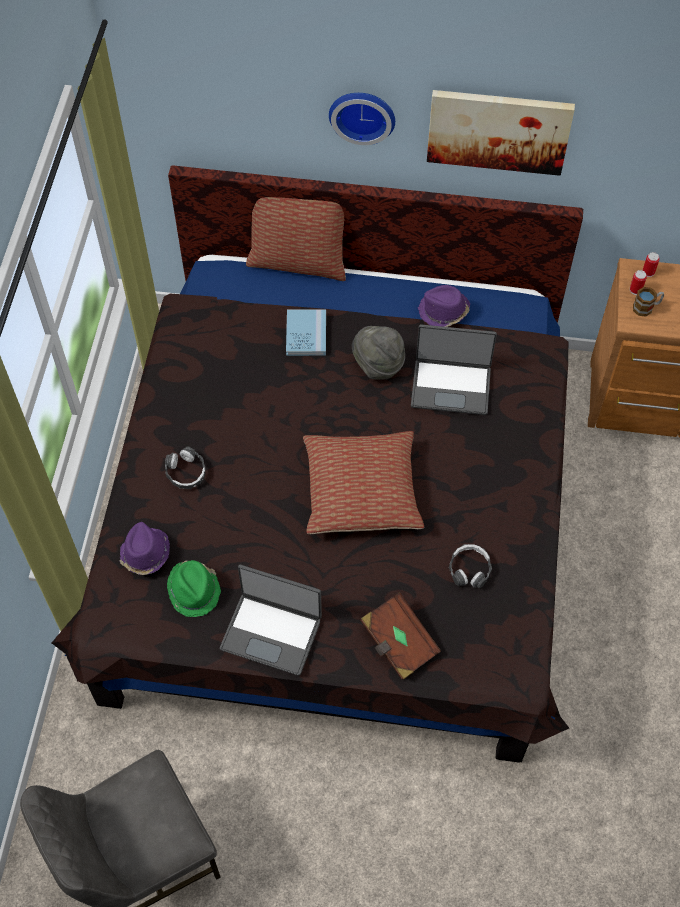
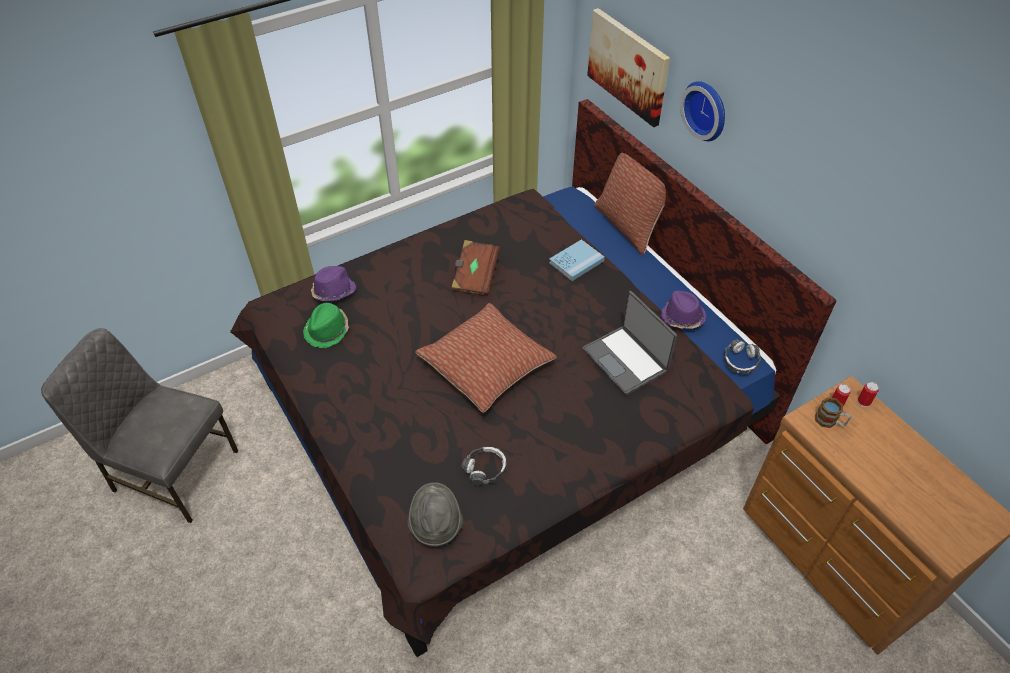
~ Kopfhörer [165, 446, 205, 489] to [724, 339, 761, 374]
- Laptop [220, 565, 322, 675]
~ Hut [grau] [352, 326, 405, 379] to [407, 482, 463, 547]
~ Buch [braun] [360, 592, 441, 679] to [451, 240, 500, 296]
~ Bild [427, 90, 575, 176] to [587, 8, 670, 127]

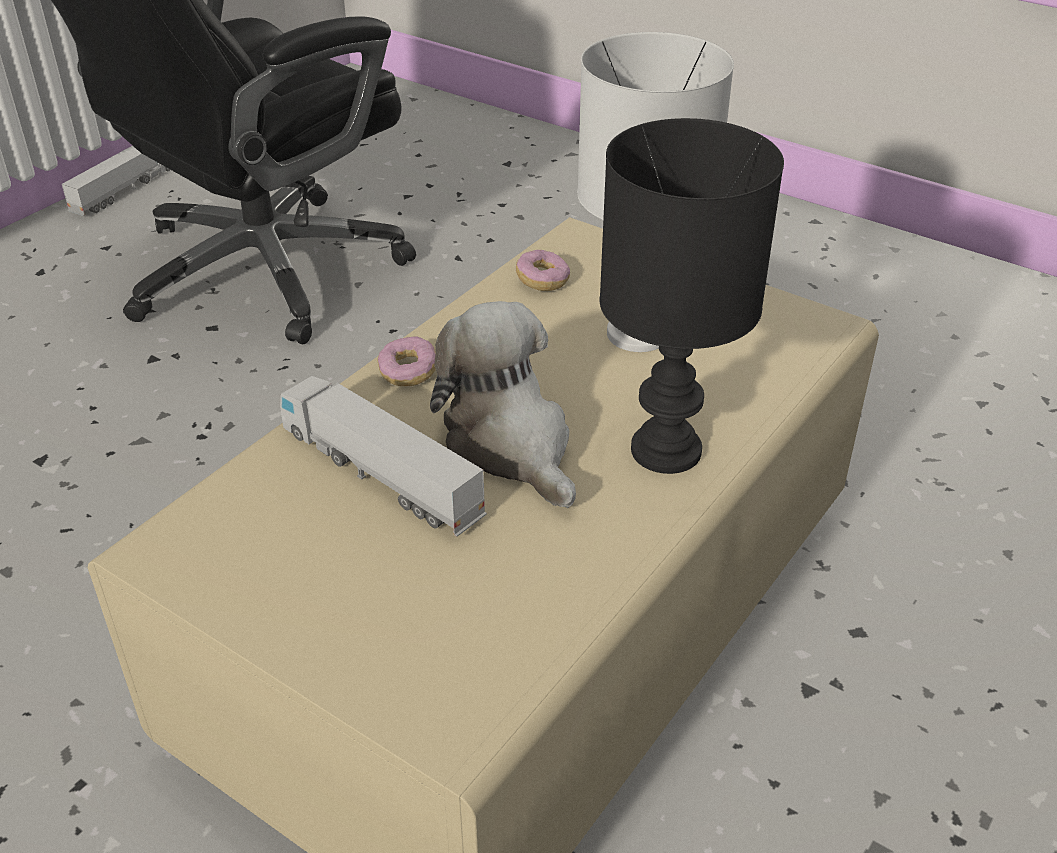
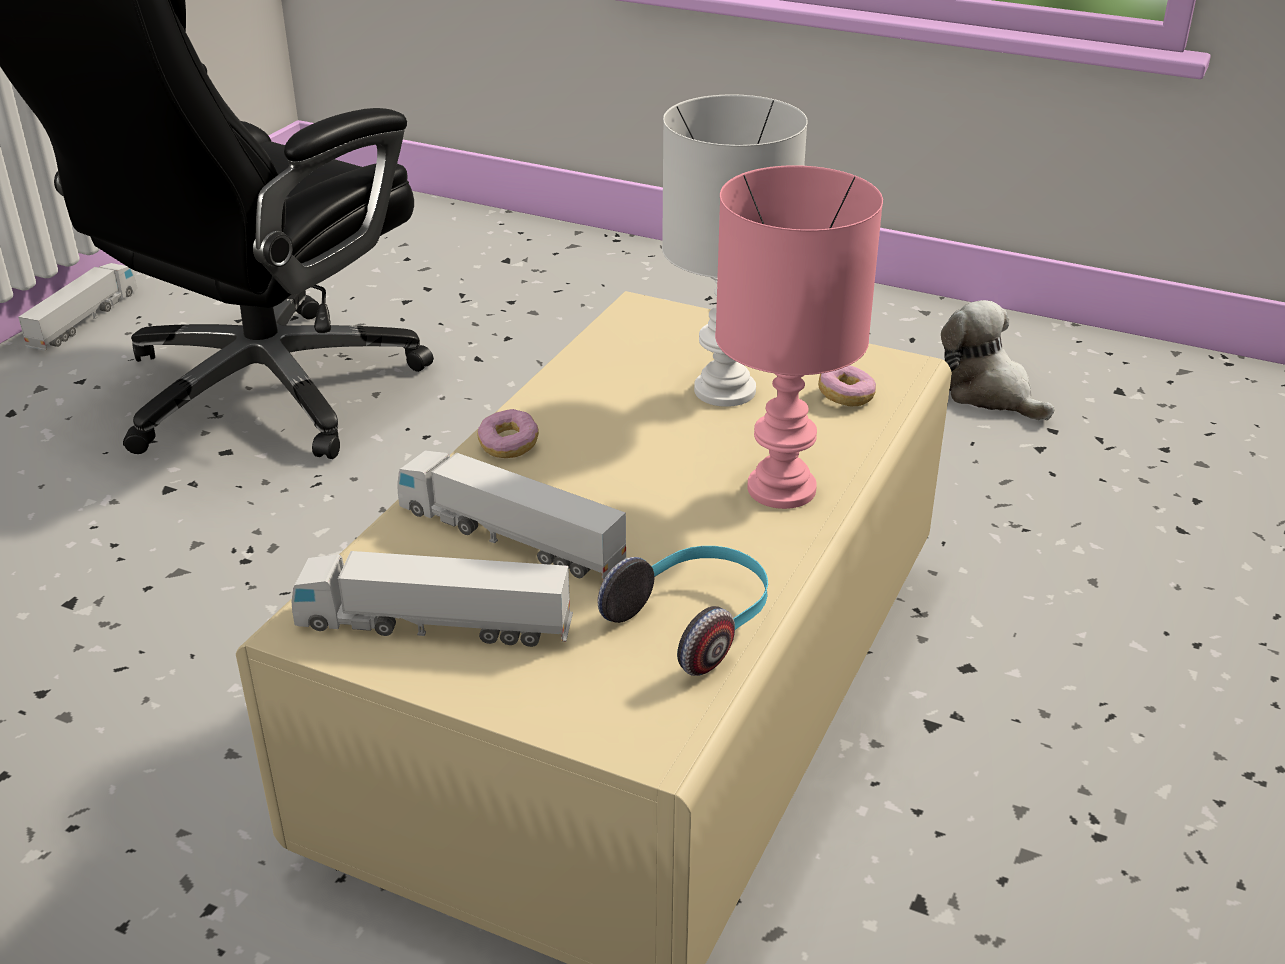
~ Plüschtier [430, 301, 576, 509] to [941, 300, 1055, 420]
~ Donut [516, 250, 570, 291] to [818, 365, 876, 406]
~ Tischlampe [schwarz] [600, 118, 784, 474] to Tischlampe [rosa] [715, 165, 883, 509]
+ Spielzeuglaster [292, 551, 573, 647]
+ Kopfhörer [598, 546, 768, 676]

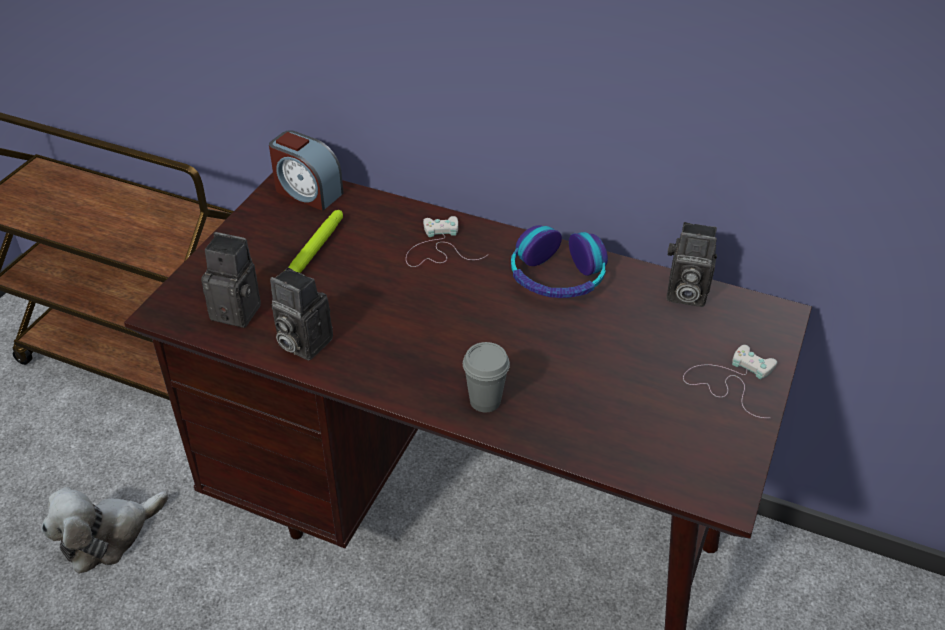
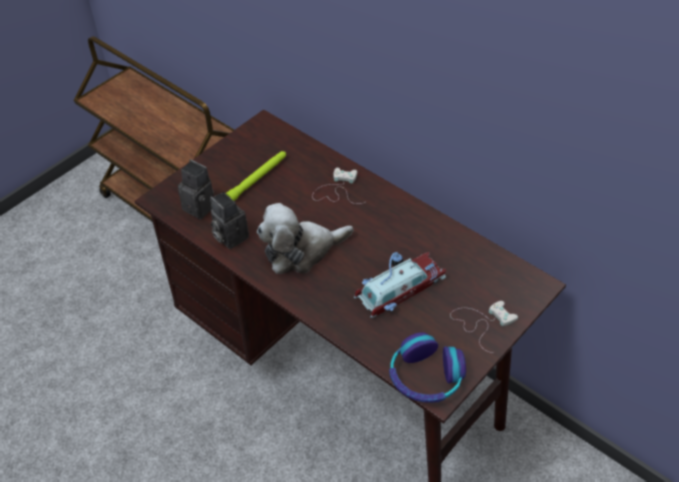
~ Plüschtier [41, 487, 169, 574] to [257, 203, 353, 274]
- Wecker [269, 130, 343, 211]
- Tasse [grau] [463, 342, 510, 412]
~ Kopfhörer [511, 225, 608, 298] to [389, 332, 466, 403]
- Kamera [666, 222, 717, 307]
+ Spielzeugauto [354, 252, 446, 318]

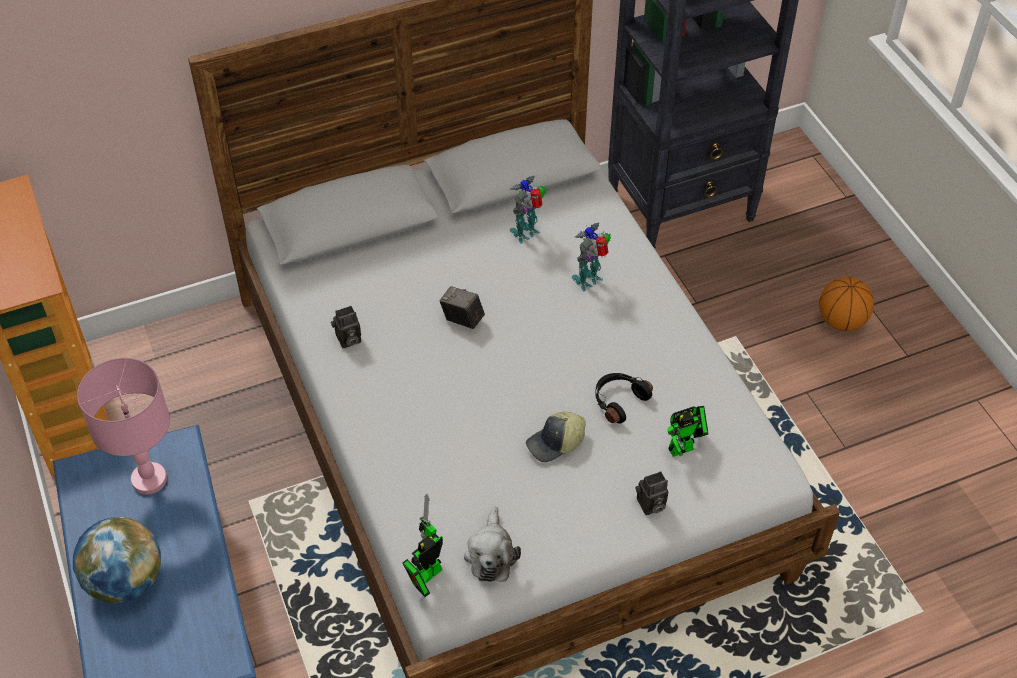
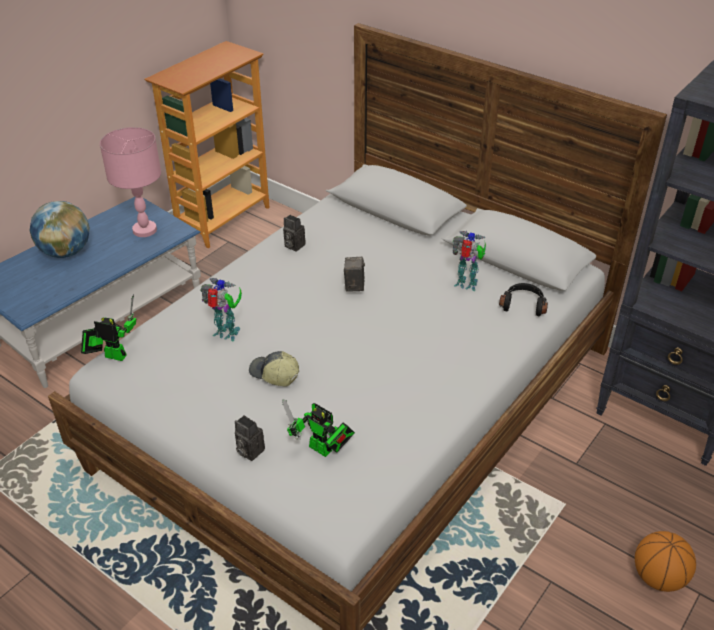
- Plüschtier [464, 506, 521, 582]
~ Spielzeugroboter [571, 222, 612, 292] to [200, 278, 242, 341]
~ Kopfhörer [schwarz] [595, 373, 653, 424] to [499, 283, 548, 316]

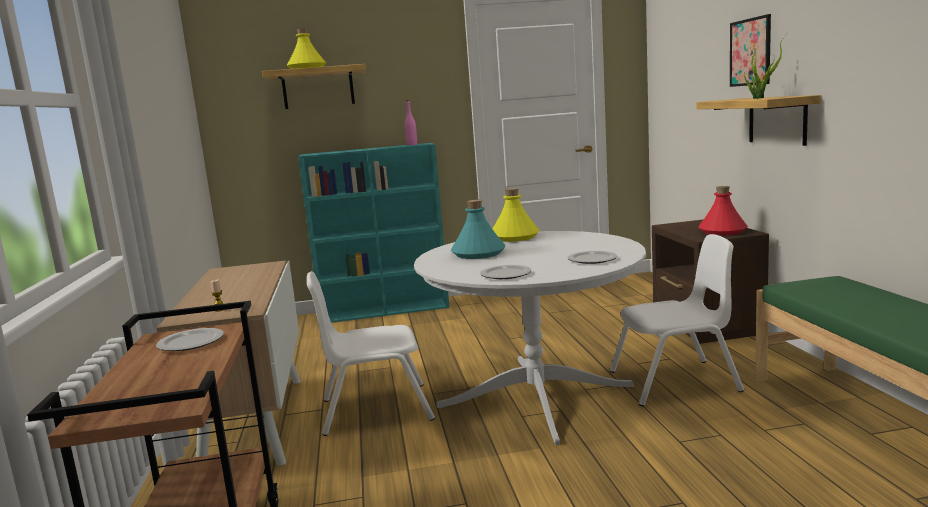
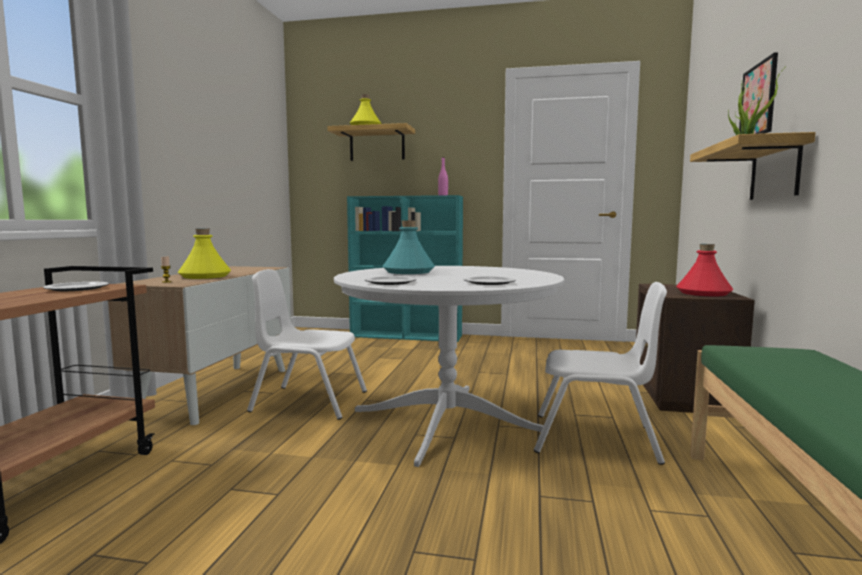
~ Flasche [gelb] [492, 188, 540, 242] to [178, 228, 231, 279]

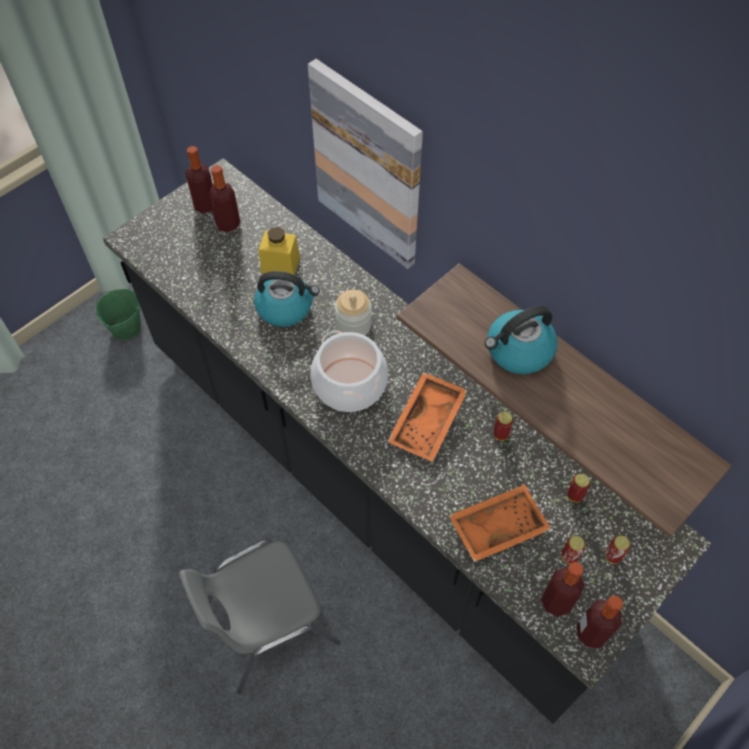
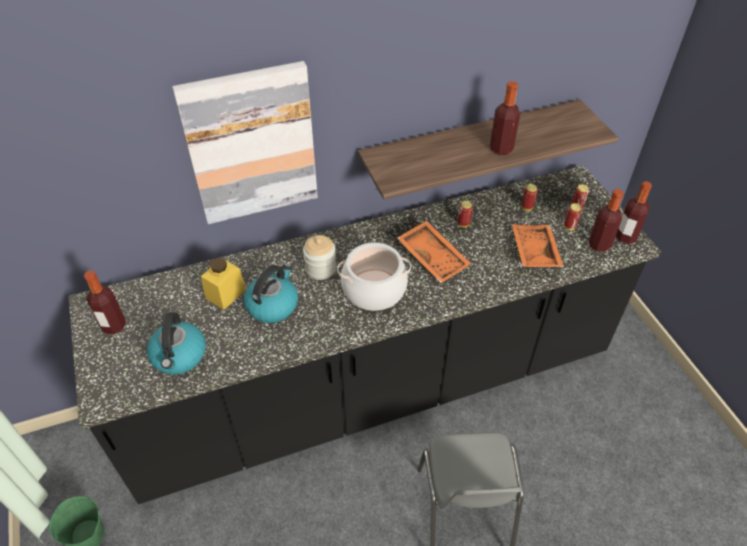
~ Flasche [209, 165, 240, 232] to [490, 81, 520, 155]
~ Wasserkessel [485, 306, 558, 374] to [147, 312, 206, 375]

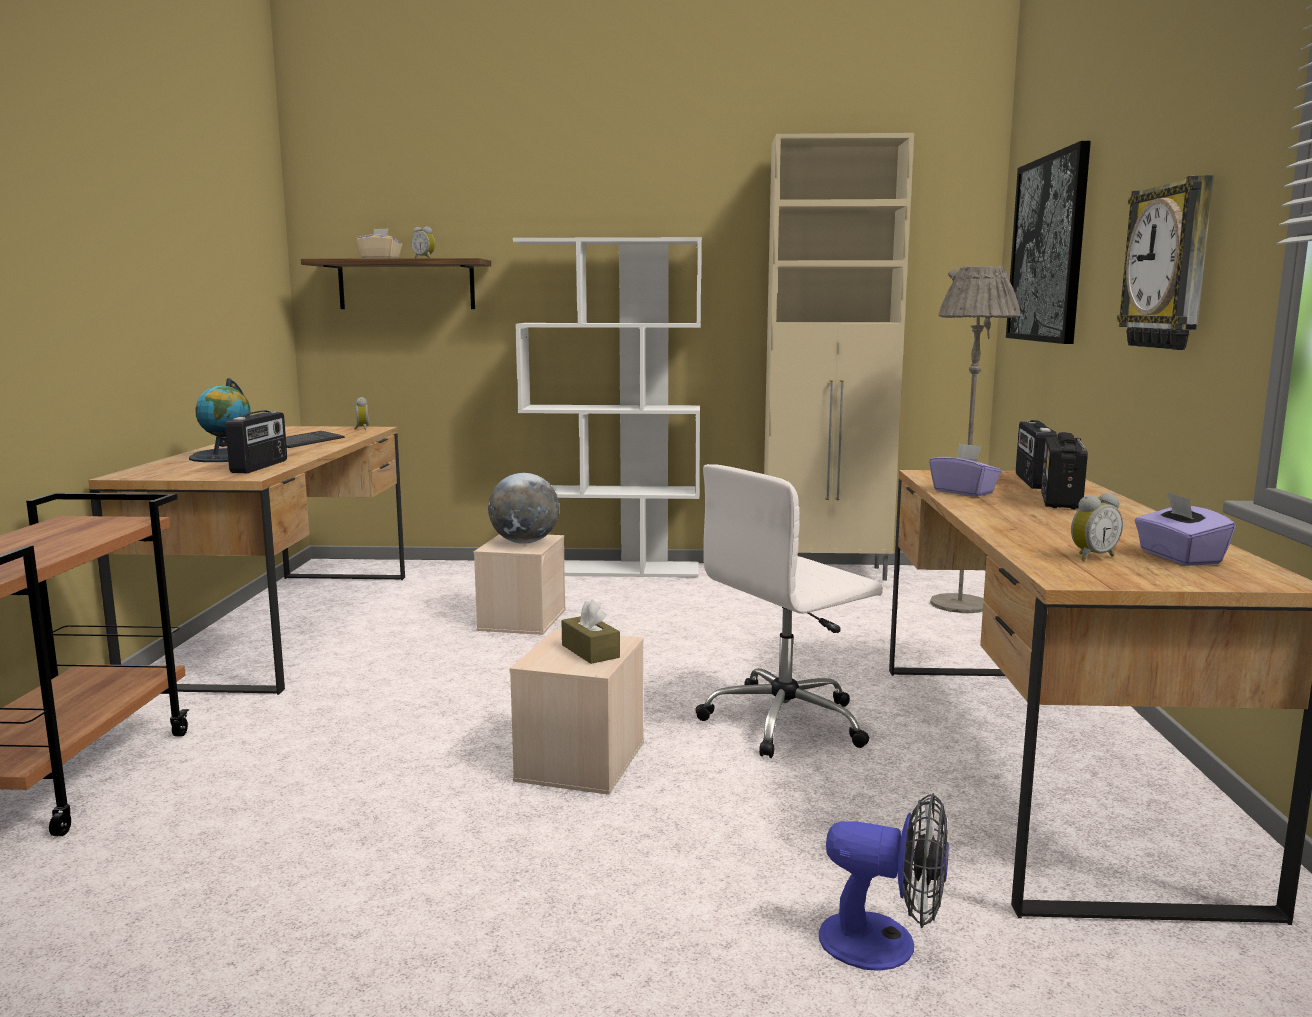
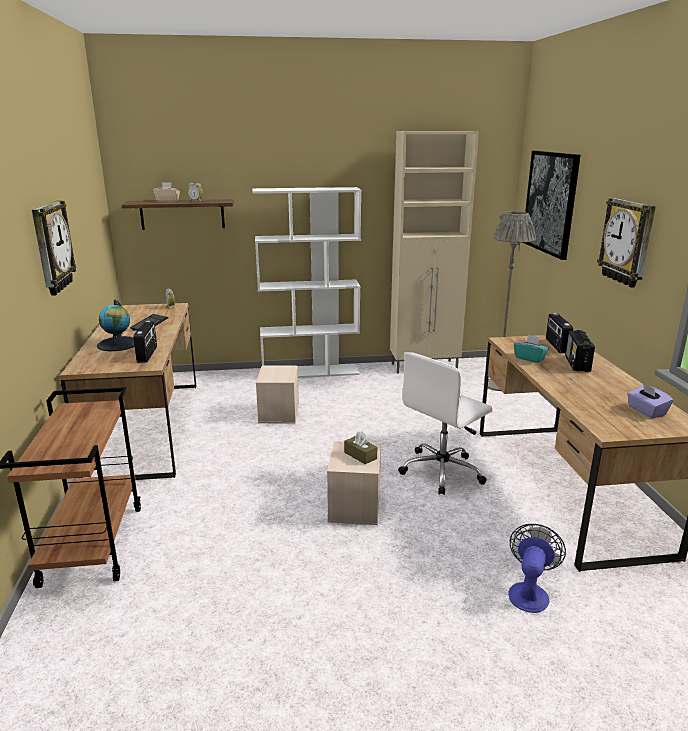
- Globus [488, 473, 559, 544]
~ Ventilator [819, 793, 949, 971] = [508, 524, 566, 613] 75 degrees counterclockwise
~ Taschentuchbox [lila] [929, 443, 1001, 497] to Taschentuchbox [türkis] [514, 335, 549, 363]
- Wecker [1071, 493, 1123, 561]
+ Wanduhr [32, 200, 77, 296]

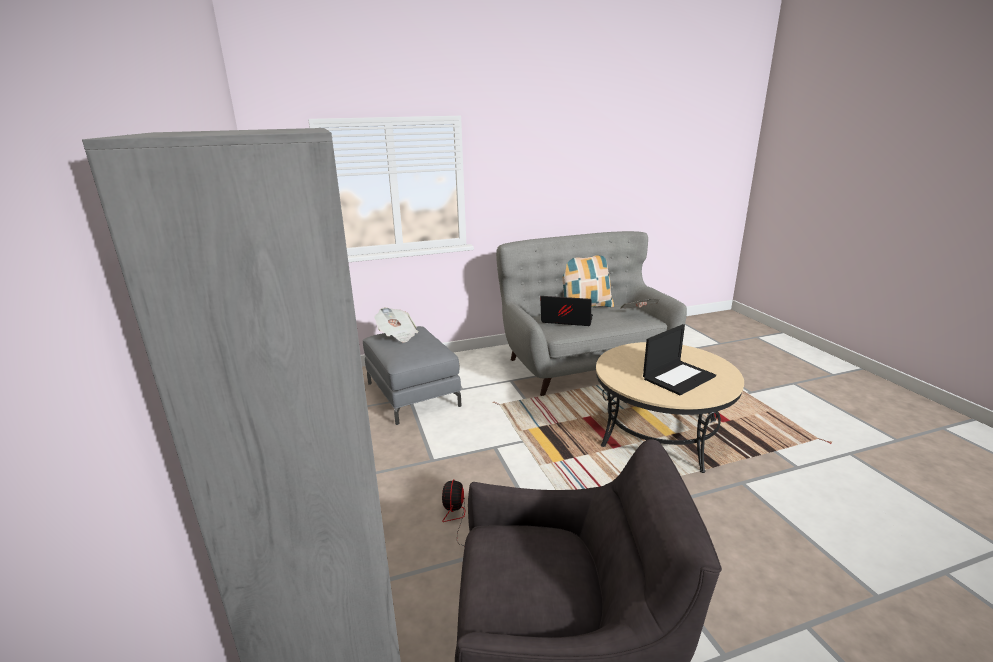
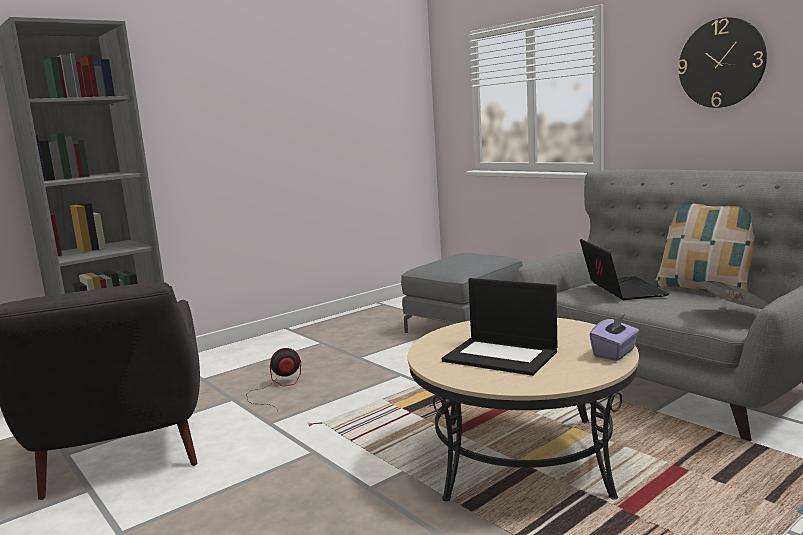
- Zeitung [374, 307, 419, 343]
+ Taschentuchbox [lila] [590, 314, 639, 361]
+ Wanduhr [678, 17, 767, 108]

